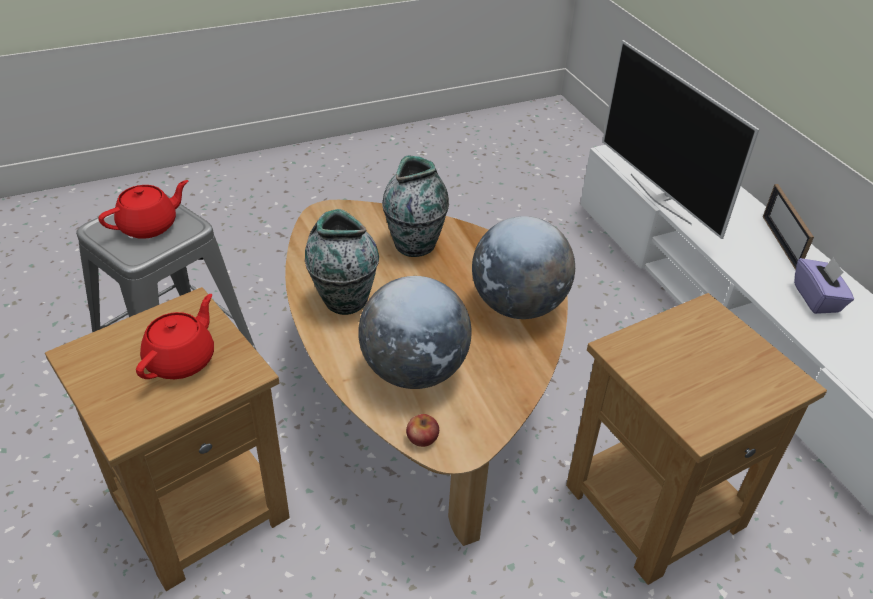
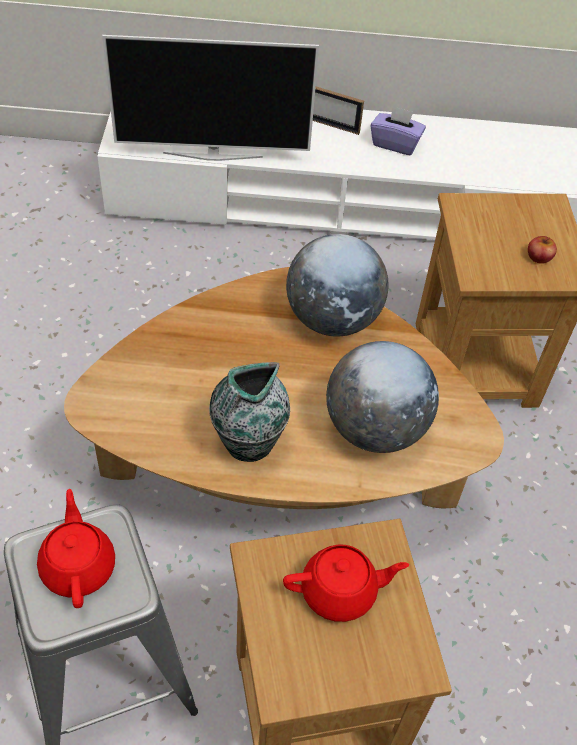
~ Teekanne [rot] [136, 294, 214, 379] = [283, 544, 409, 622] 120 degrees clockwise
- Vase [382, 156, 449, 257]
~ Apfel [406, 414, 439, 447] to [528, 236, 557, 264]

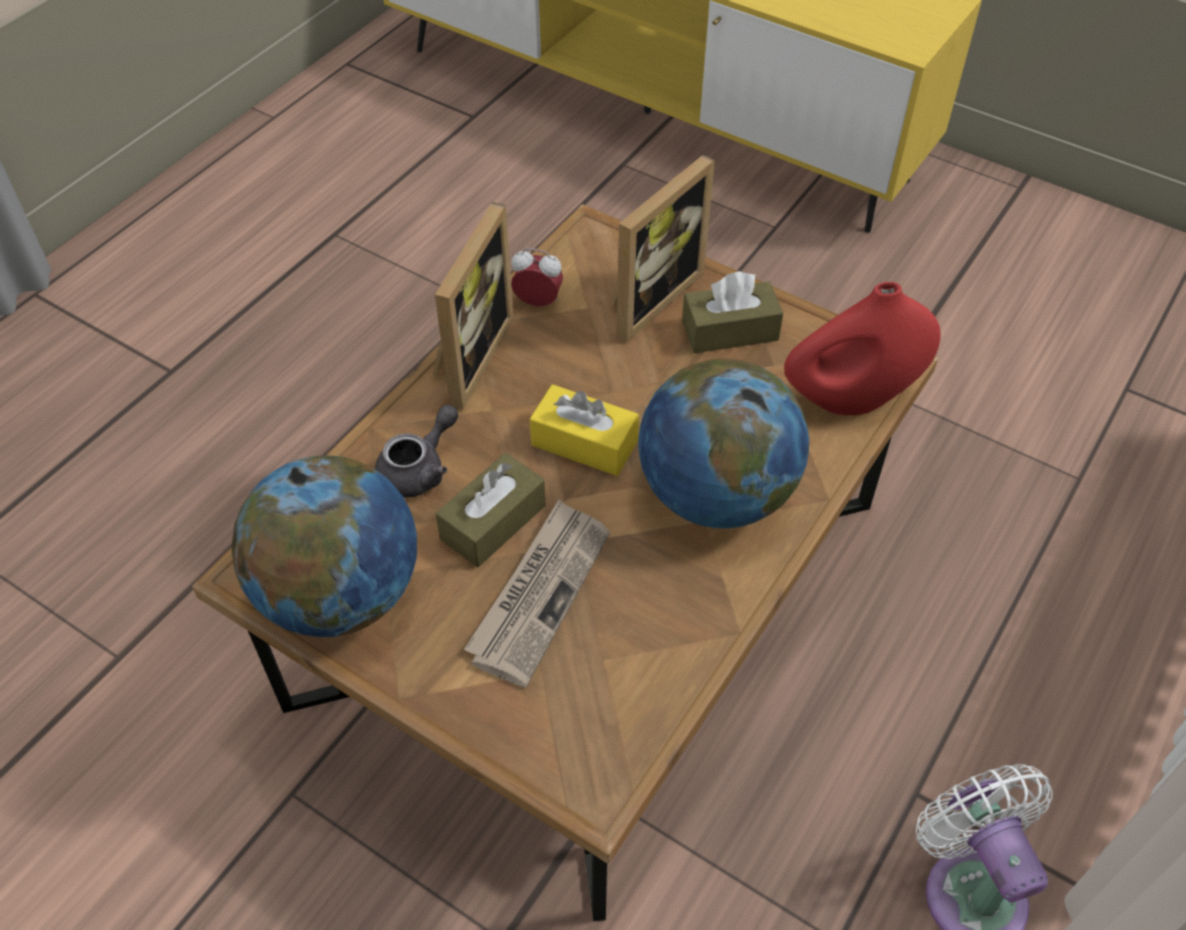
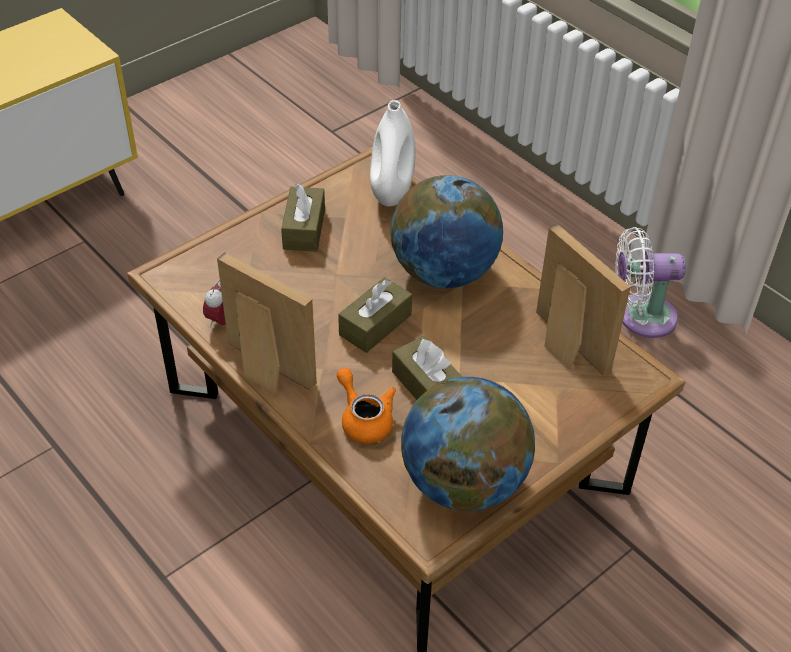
~ Teekanne [grau] [375, 405, 458, 498] to Teekanne [orange] [337, 368, 396, 443]
- Zeitung [464, 500, 610, 687]
~ Taschentuchbox [gelb] [530, 384, 639, 476] to Taschentuchbox [braun] [338, 277, 412, 353]
~ Bilderrahmen [611, 154, 715, 342] to [536, 224, 631, 375]
~ Vase [rot] [784, 282, 941, 416] to Vase [weiß] [370, 100, 416, 206]

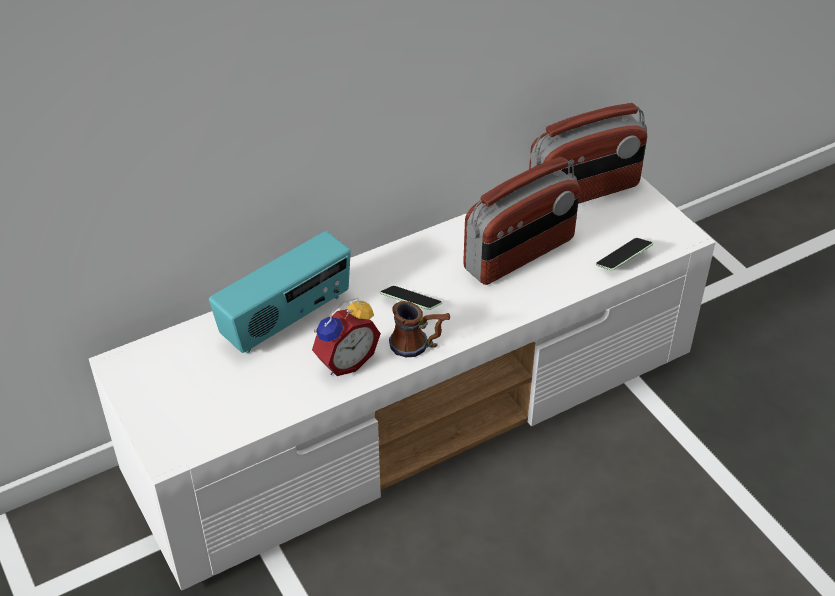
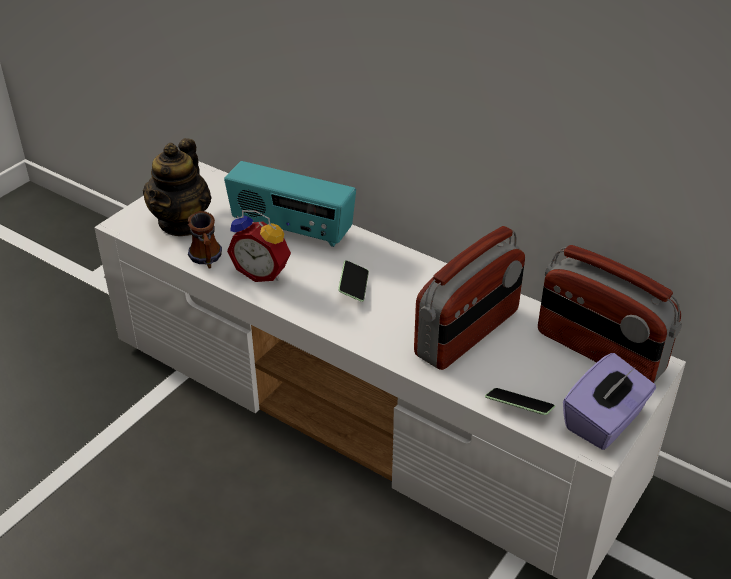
~ Henkelbecher [389, 301, 450, 357] to [188, 211, 222, 269]
~ Radio [463, 157, 580, 285] = [414, 226, 525, 370] 75 degrees counterclockwise
+ Teekanne [143, 138, 212, 236]
+ Taschentuchbox [lila] [563, 353, 656, 450]

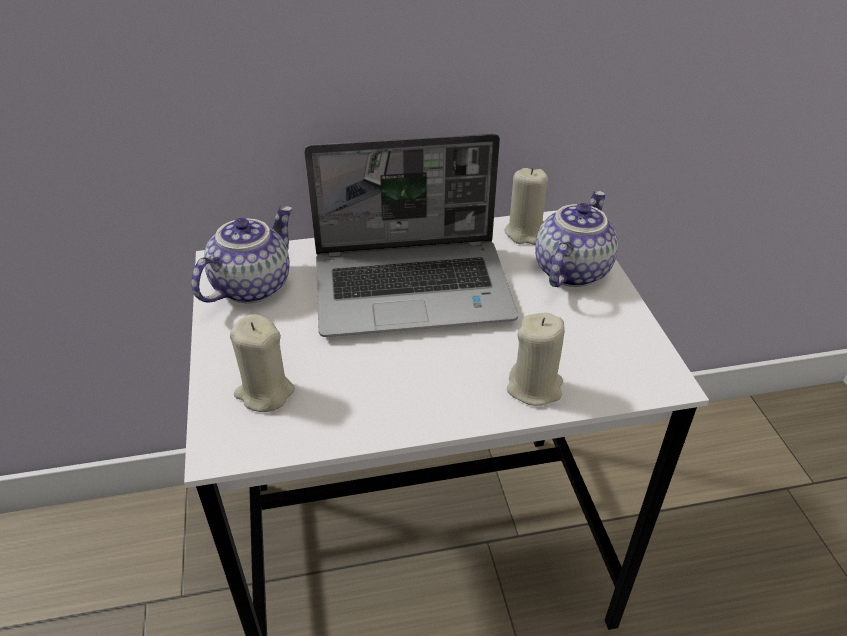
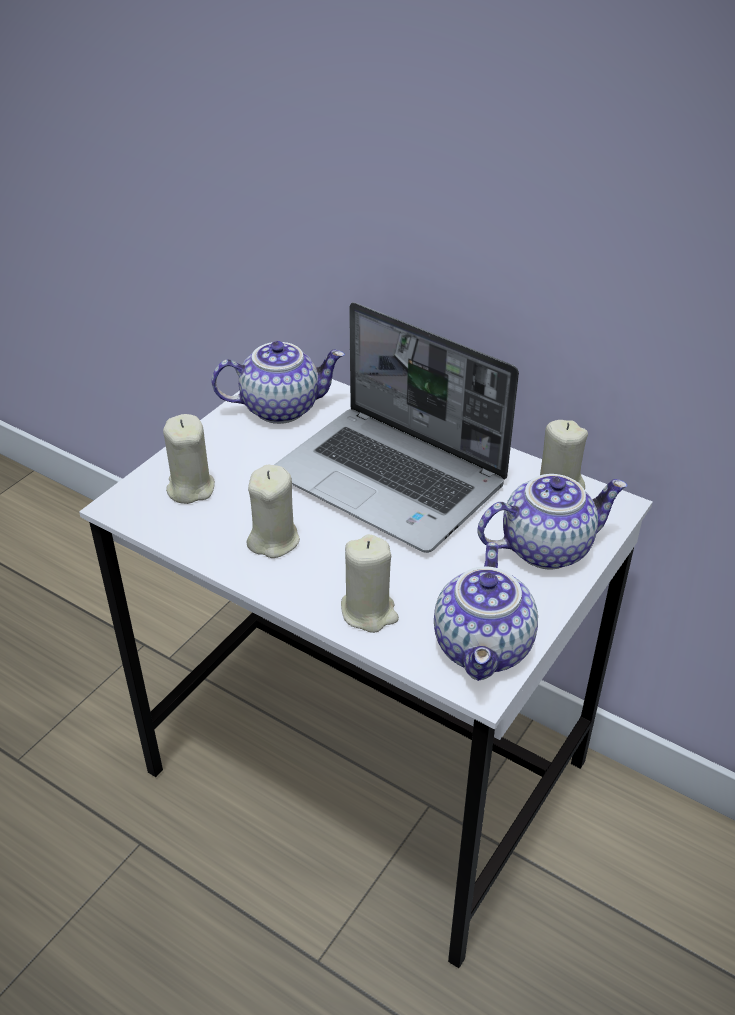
+ Kerze [beige] [246, 465, 300, 558]
+ Teekanne [434, 542, 538, 681]

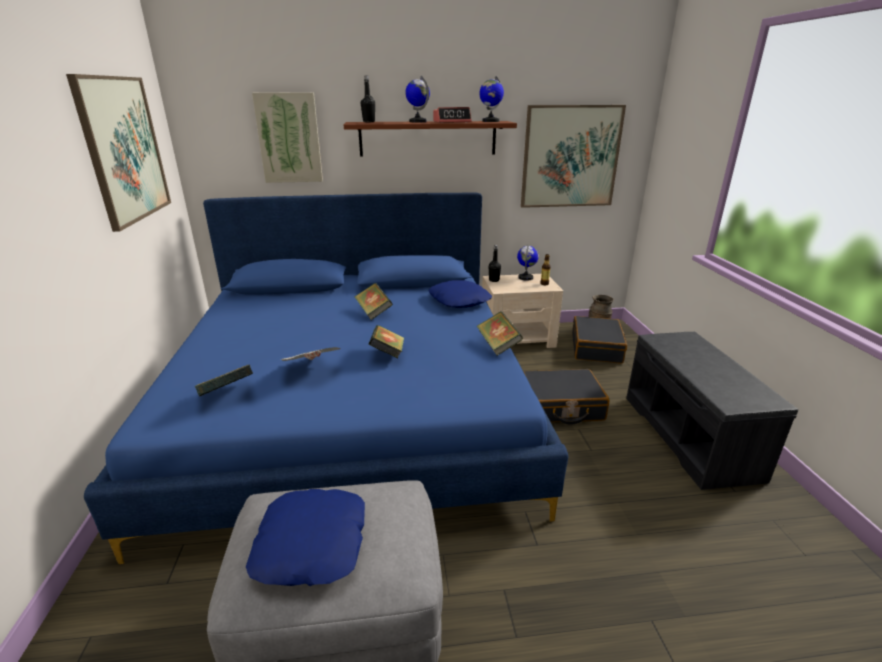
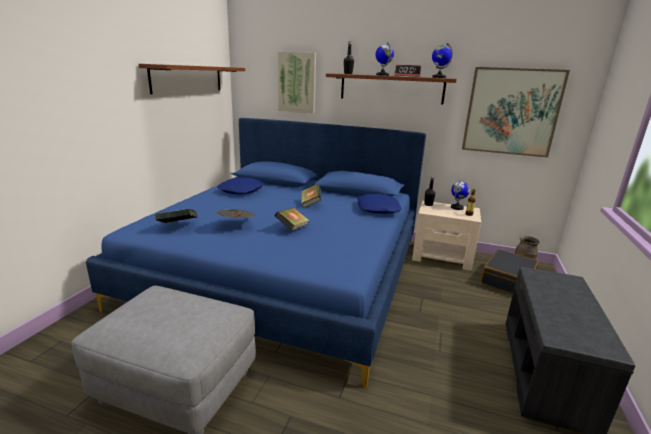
~ Bild [66, 74, 171, 232] to Wandregal [braun] [138, 64, 245, 94]
~ Kissen [blau] [246, 489, 365, 586] to [217, 177, 264, 195]
- Buch [477, 311, 523, 356]
- Koffer [schwarz] [523, 369, 610, 425]

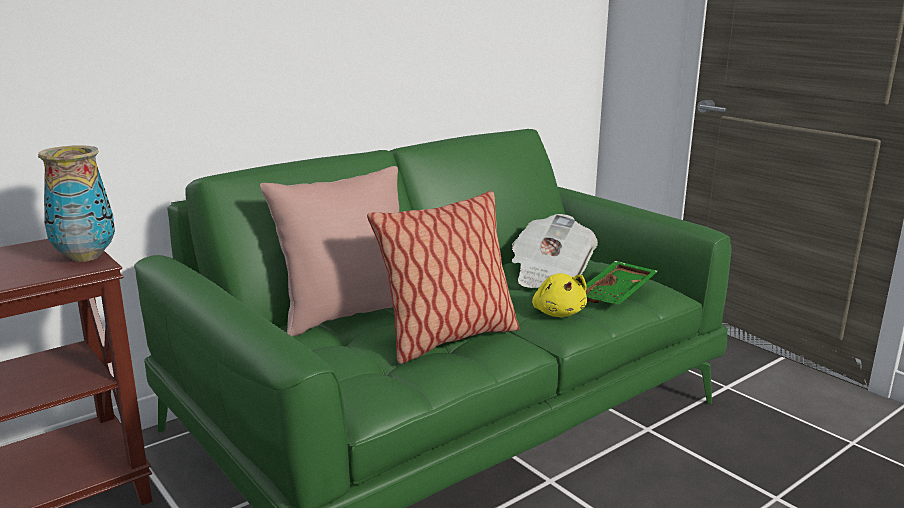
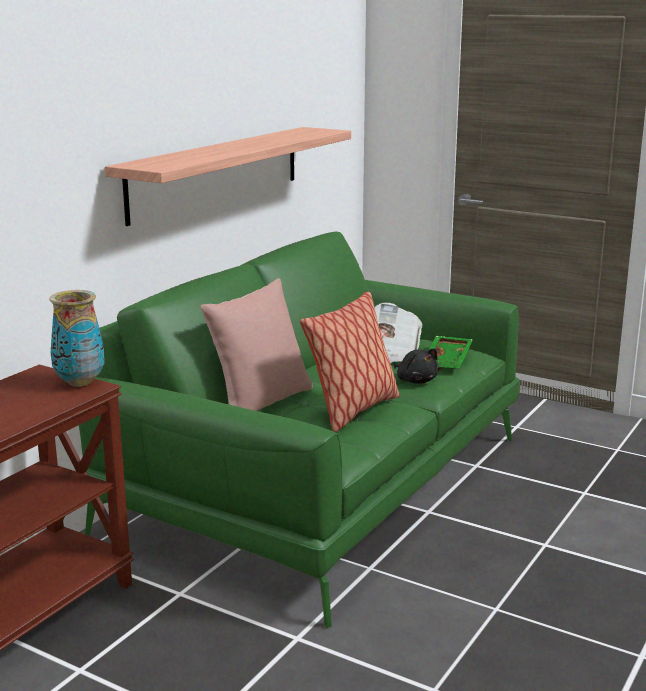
~ Plüschtier [gelb] [532, 273, 587, 317] to Plüschtier [schwarz] [394, 349, 439, 384]
+ Wandregal [105, 127, 351, 226]

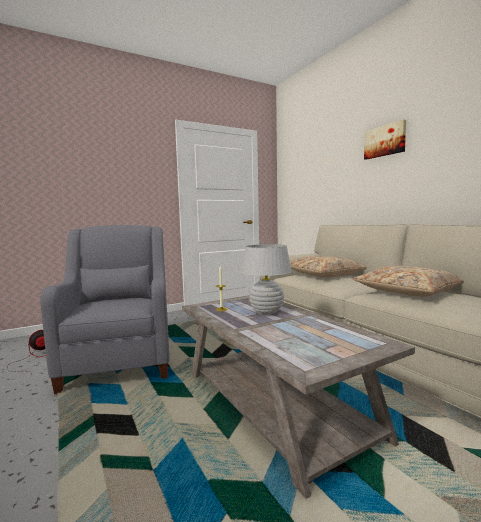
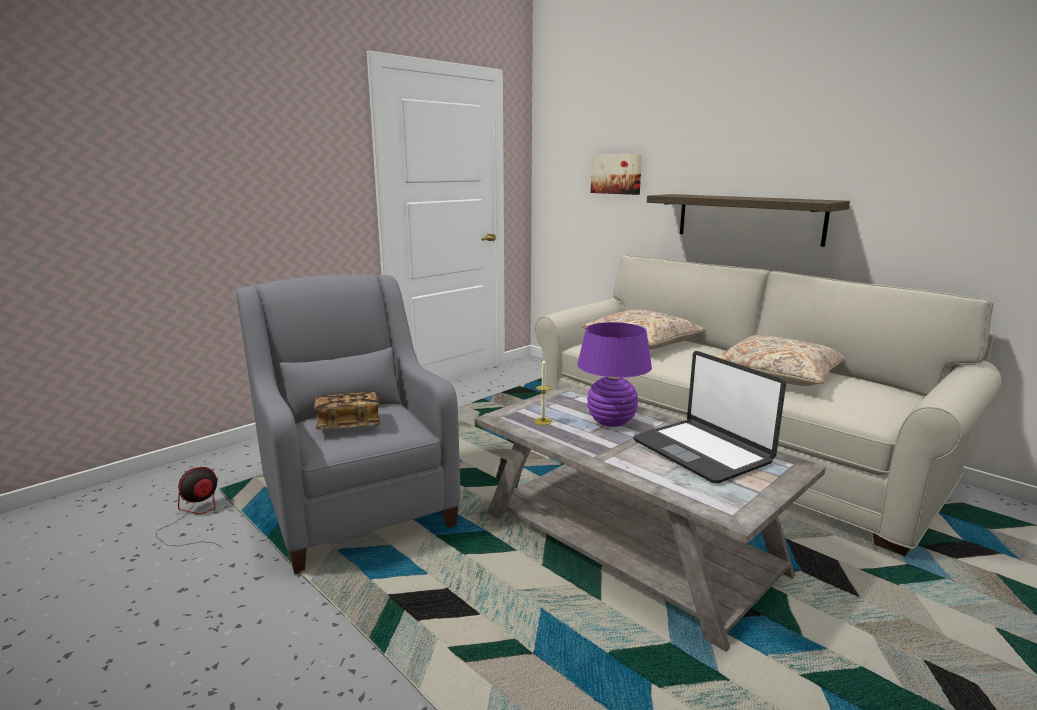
~ Tischlampe [weiß] [241, 244, 292, 315] to Tischlampe [lila] [577, 322, 652, 427]
~ Bild [364, 119, 406, 160] to [591, 154, 642, 195]
+ Buch [314, 391, 380, 429]
+ Laptop [633, 351, 786, 483]
+ Wandregal [647, 194, 850, 247]

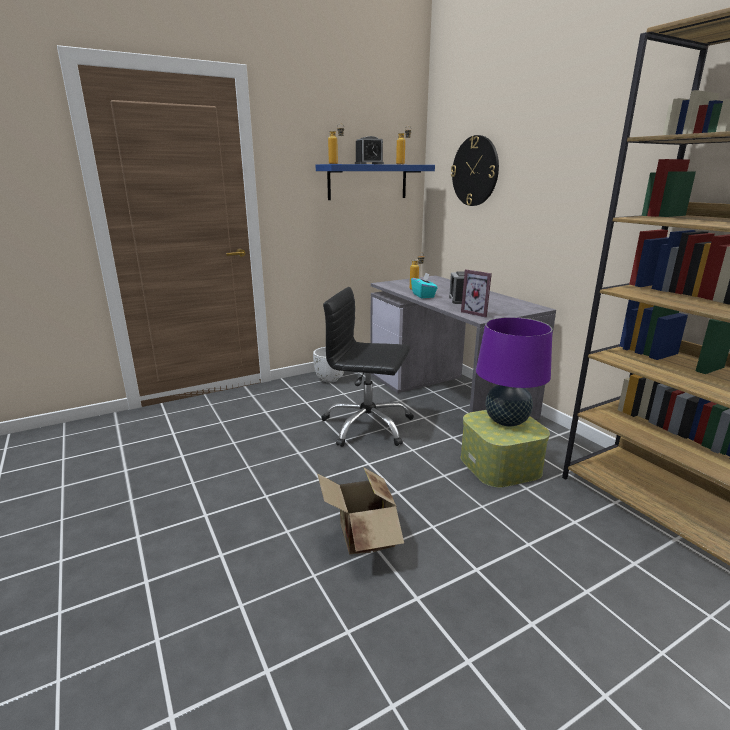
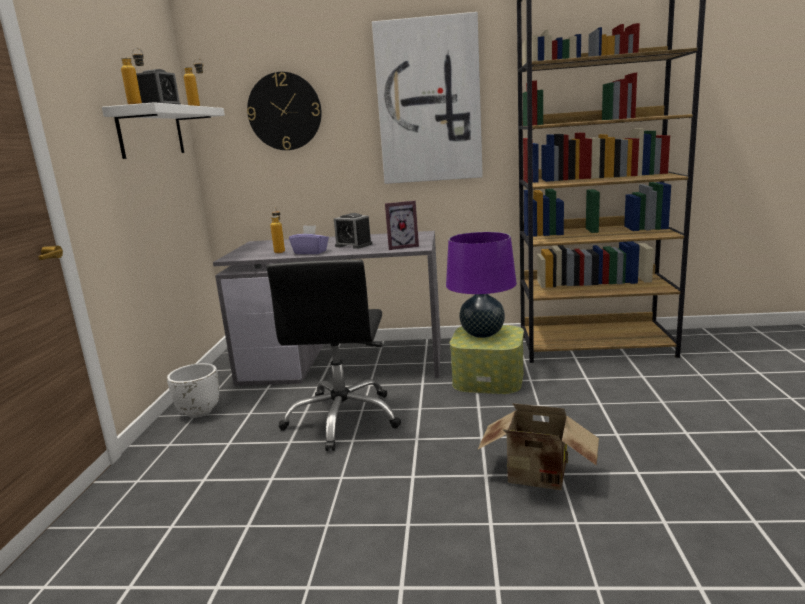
~ Wandregal [blau] [316, 164, 435, 200] to Wandregal [weiß] [102, 102, 225, 159]
~ Bürostuhl [schwarz] [321, 287, 414, 447] = [266, 259, 401, 451] 45 degrees counterclockwise
~ Taschentuchbox [türkis] [411, 273, 438, 298] to Taschentuchbox [lila] [289, 225, 329, 254]
+ Bild [372, 12, 483, 184]

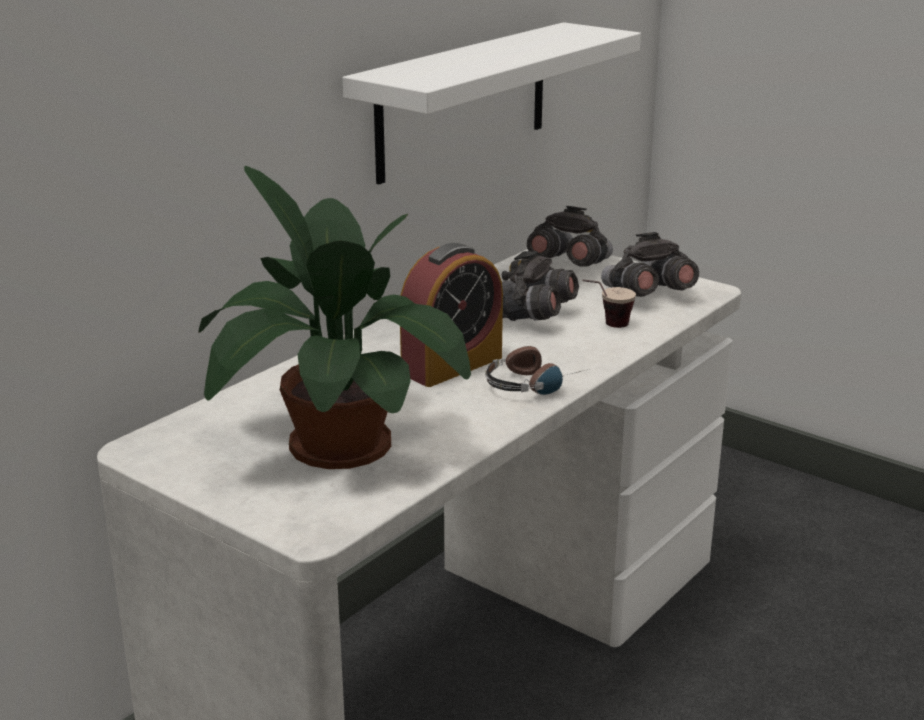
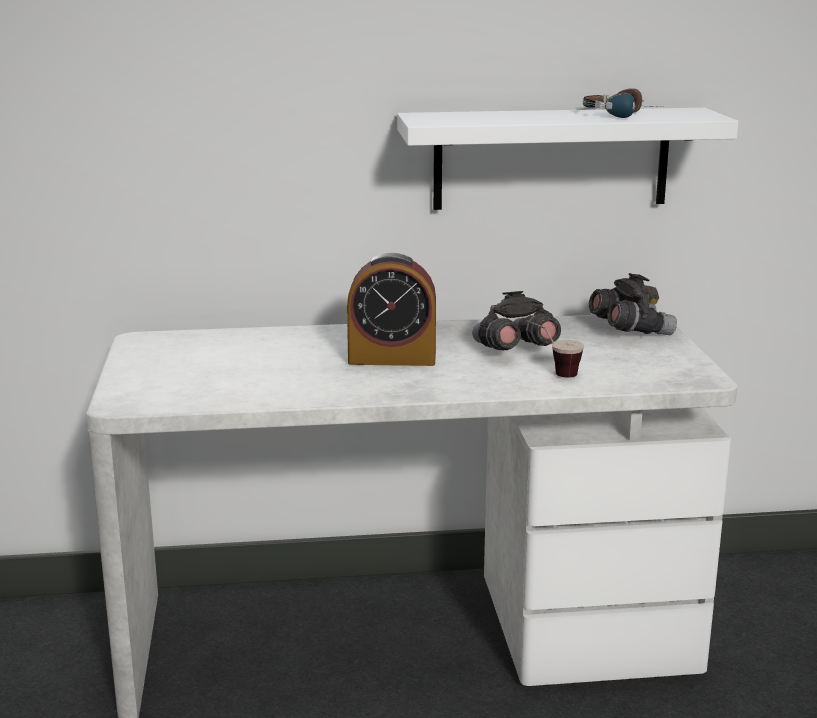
- Topfpflanze [198, 166, 471, 469]
~ Kopfhörer [485, 346, 590, 395] to [583, 88, 661, 118]
- Fernglas [grau] [601, 232, 699, 297]

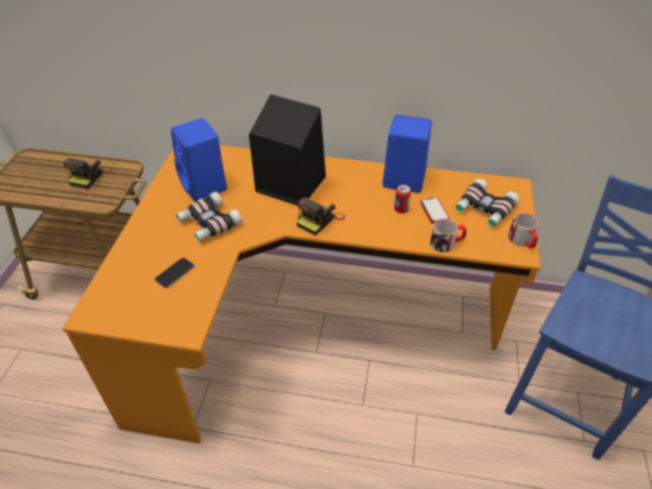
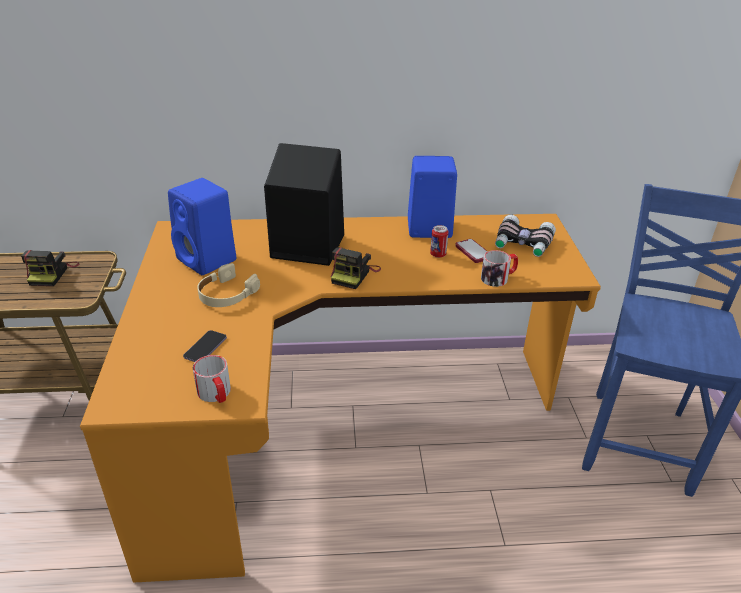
~ Fernglas [176, 191, 242, 242] to Kopfhörer [beige] [197, 263, 260, 307]
~ Henkelbecher [508, 213, 539, 248] to [193, 355, 231, 403]

